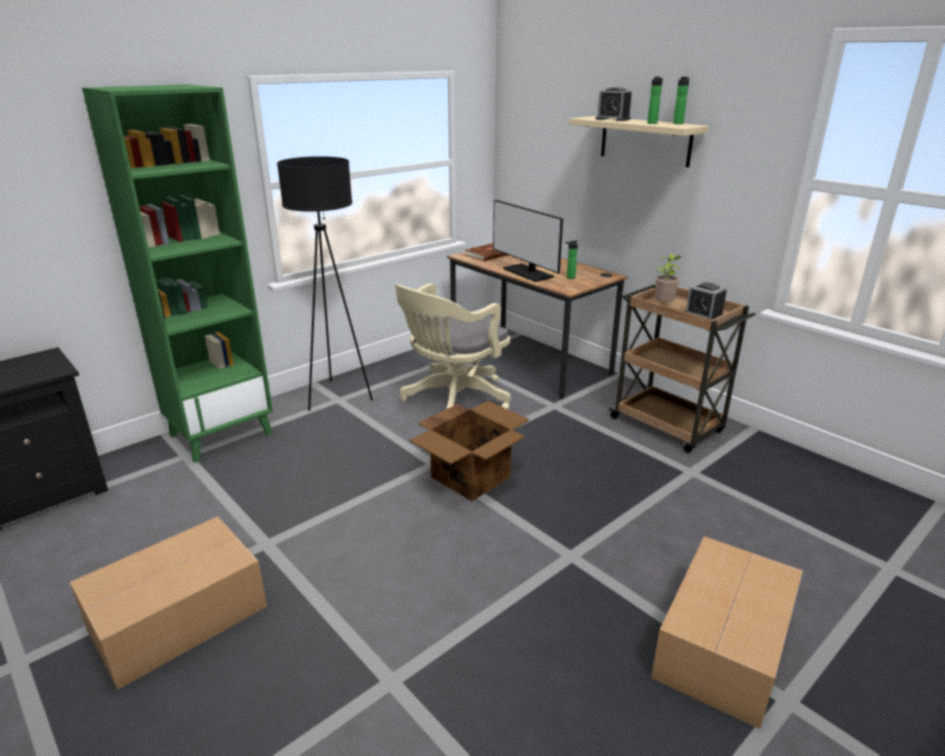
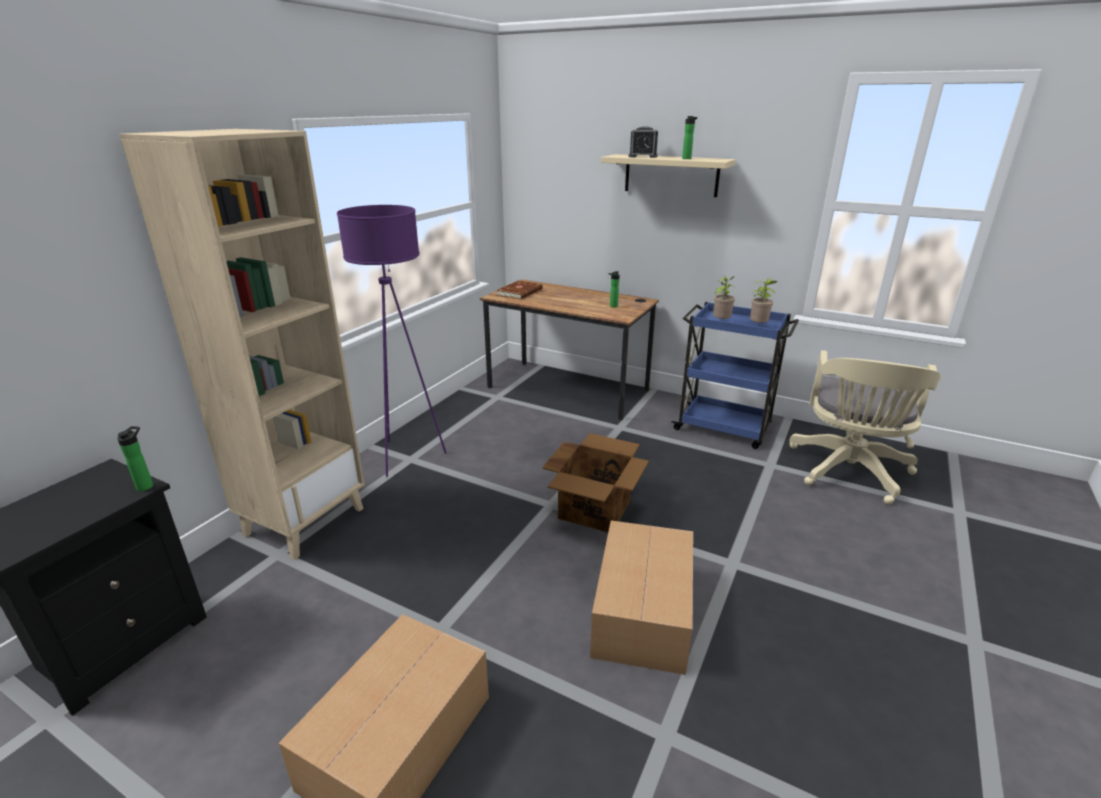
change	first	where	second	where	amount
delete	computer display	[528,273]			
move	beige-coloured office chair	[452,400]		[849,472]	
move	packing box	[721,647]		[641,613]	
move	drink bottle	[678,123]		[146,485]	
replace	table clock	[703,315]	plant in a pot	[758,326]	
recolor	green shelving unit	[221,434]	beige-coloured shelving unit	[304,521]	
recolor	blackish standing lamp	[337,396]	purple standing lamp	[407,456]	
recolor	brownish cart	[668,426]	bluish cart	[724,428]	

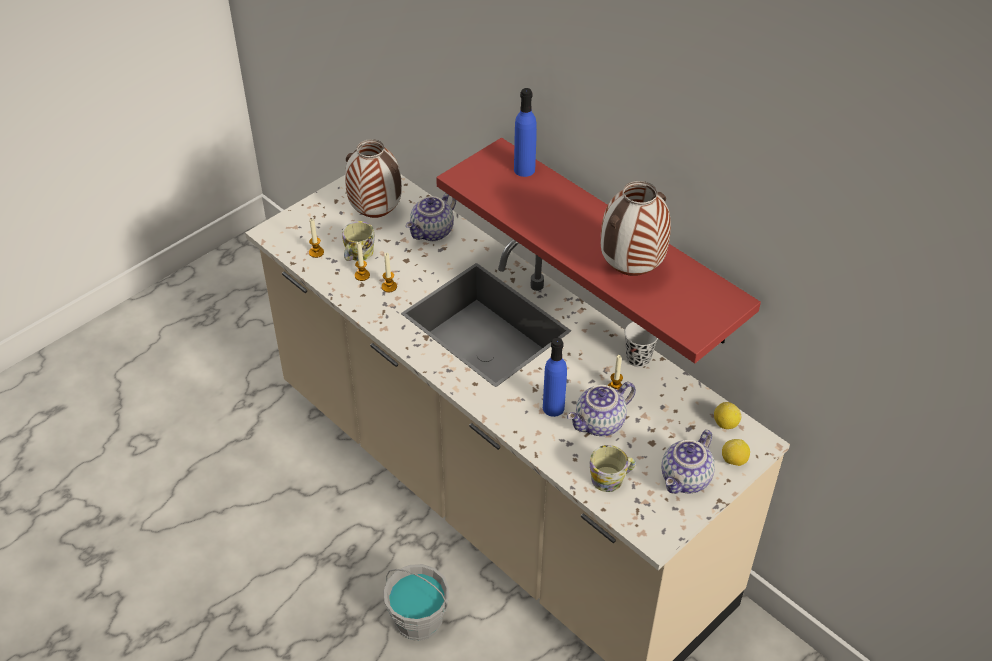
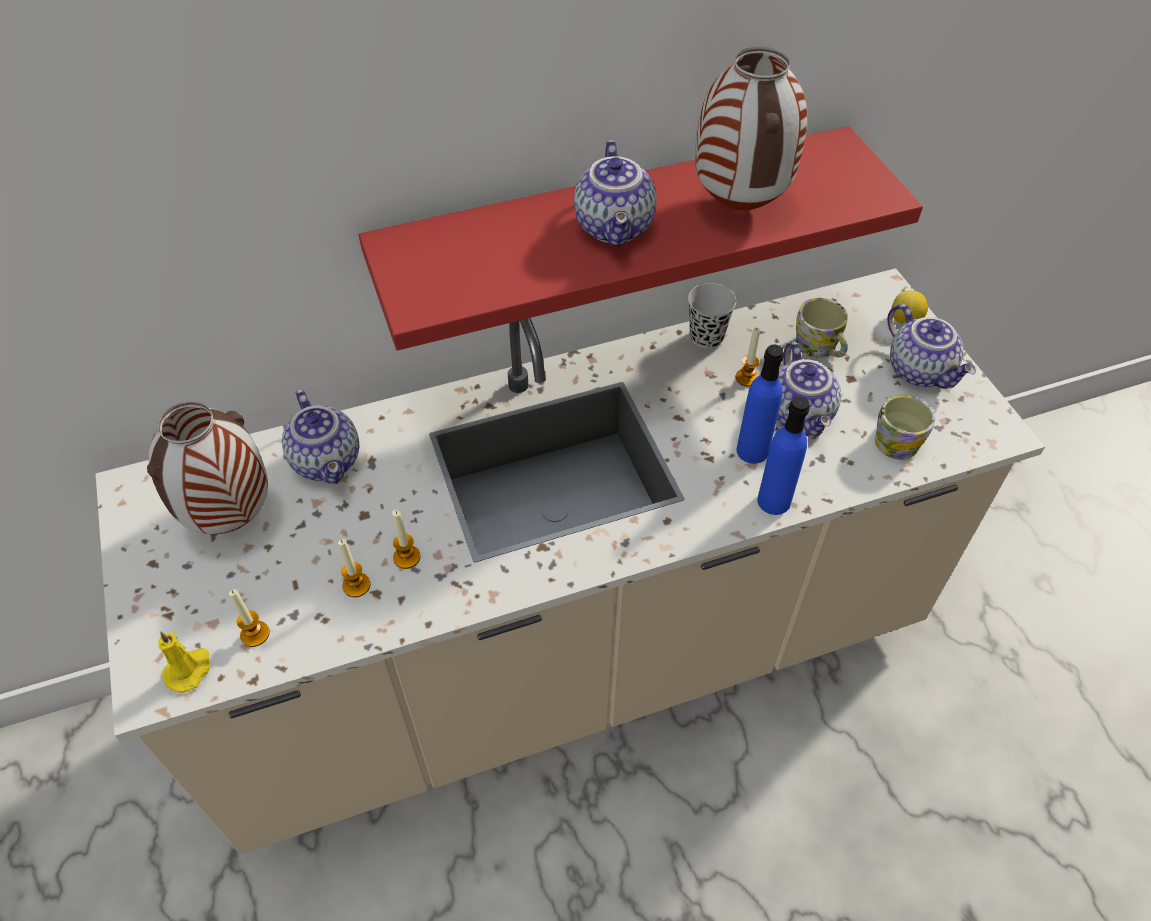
change	first	where	second	where	amount
delete	greyish water bucket	[418,620]			
delete	citrus fruit	[725,424]			
insert			yellowish wax light	[189,670]	
insert			tea pot	[616,227]	
move	tea mug	[357,254]		[819,348]	
move	bluish drink bottle	[524,169]		[774,501]	

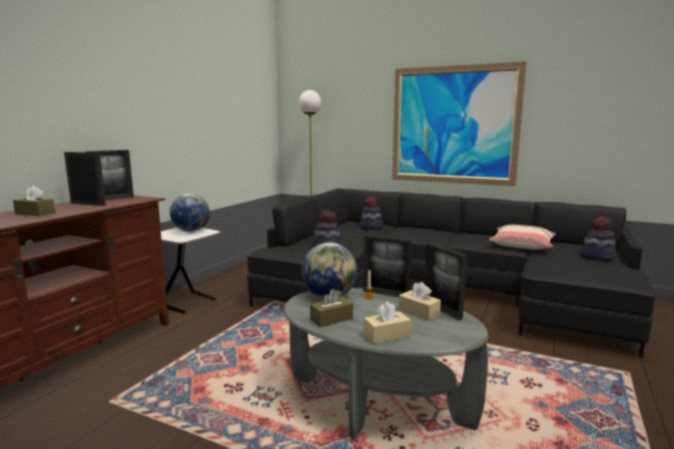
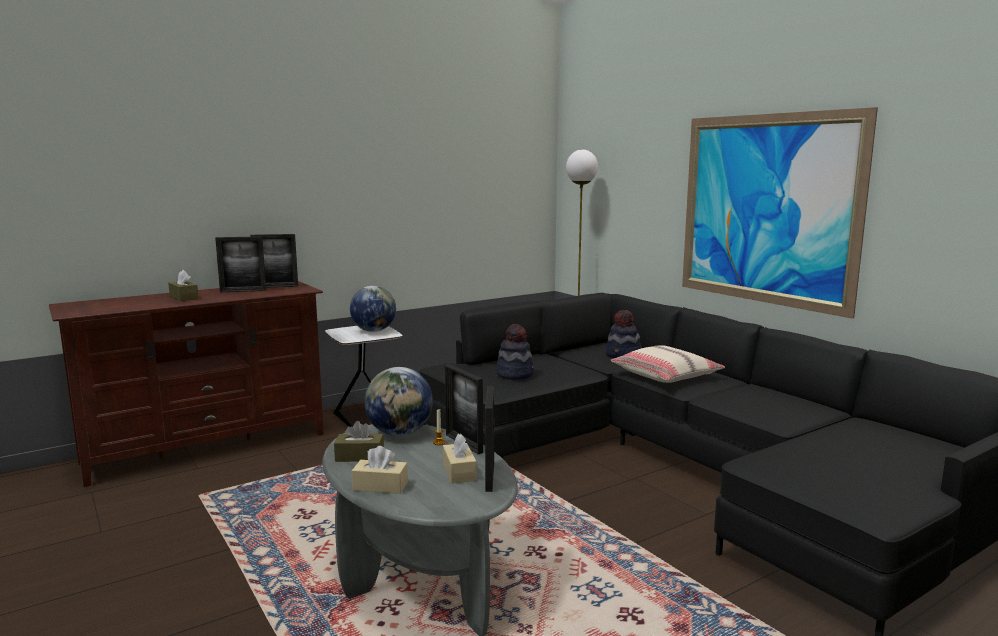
change	first	where	second	where	amount
delete	hat	[596,257]			
move	beige-coloured throw pillow	[522,245]		[666,375]	
rotate	picture frame	[88,204]		[243,291]	120 degrees clockwise

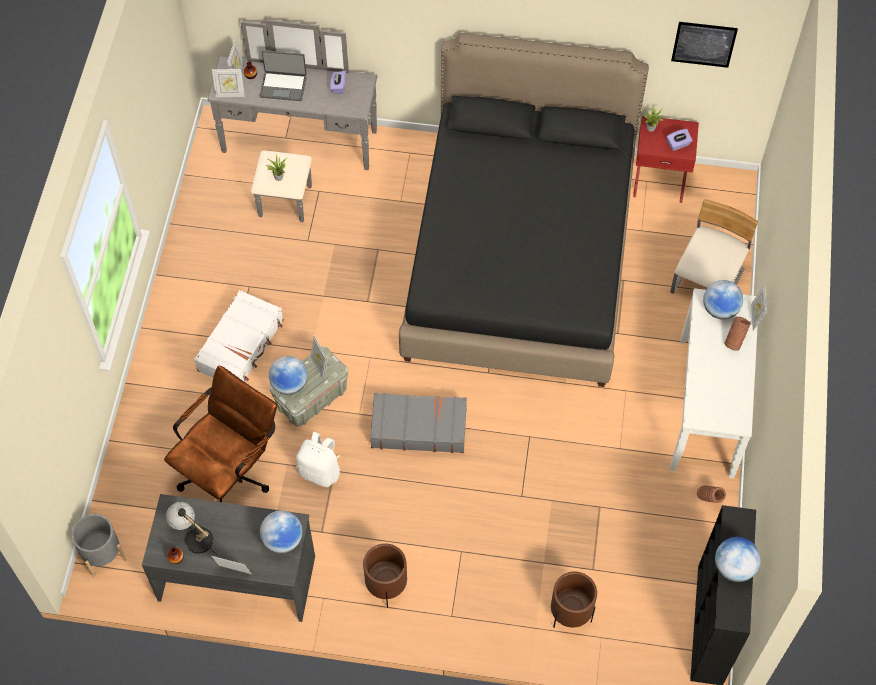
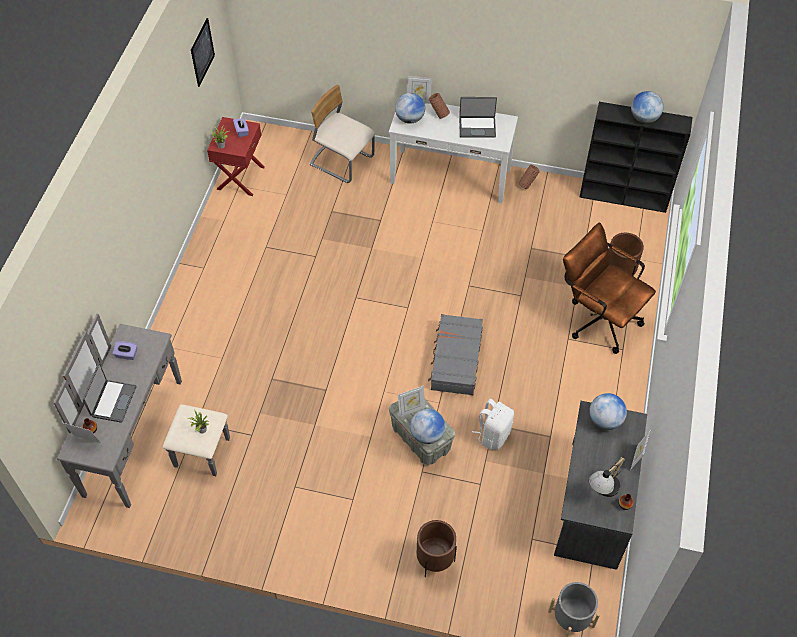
change	first	where	second	where	amount
delete	white piece of luggage	[241,345]			
delete	picture frame	[230,94]			
delete	blackish bedroom bed	[520,257]			
insert			laptop	[477,127]	
move	brownish office chair	[231,471]		[598,318]	
move	brownish plant pot	[386,586]		[435,561]	

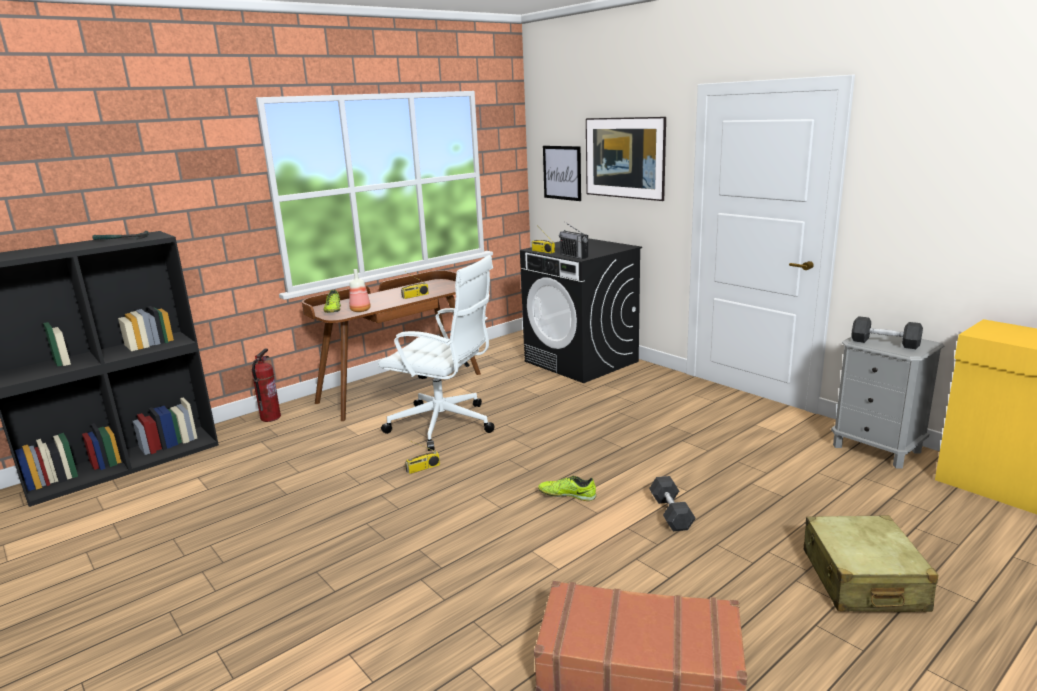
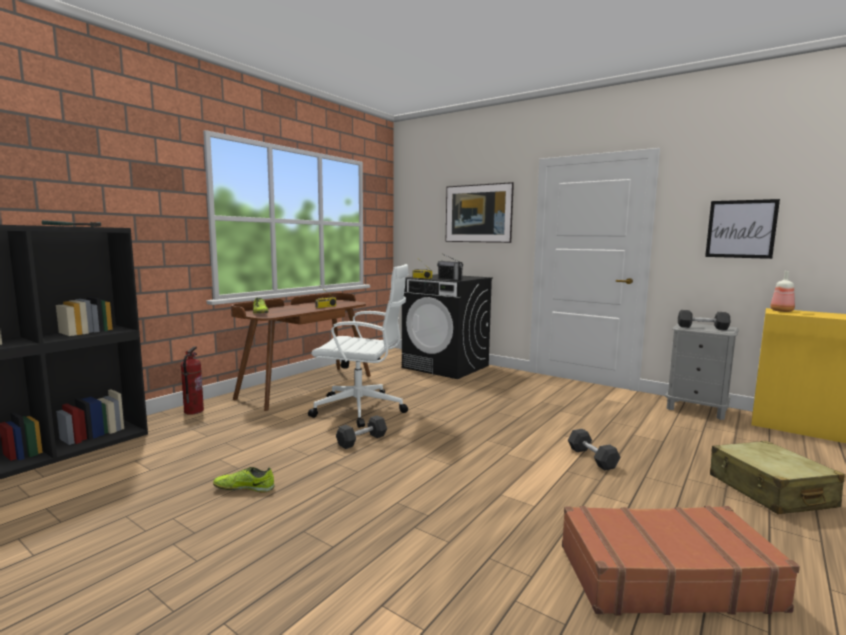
change	first	where	second	where	amount
move	drink bottle	[361,310]		[782,311]	
move	shoe	[567,495]		[244,488]	
move	picture	[562,172]		[741,229]	
replace	radio	[423,468]	greyish free weight	[362,440]	

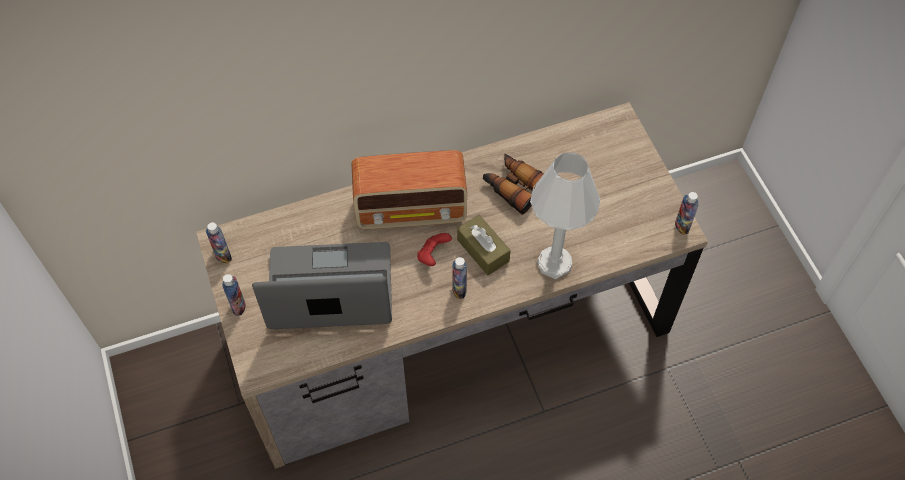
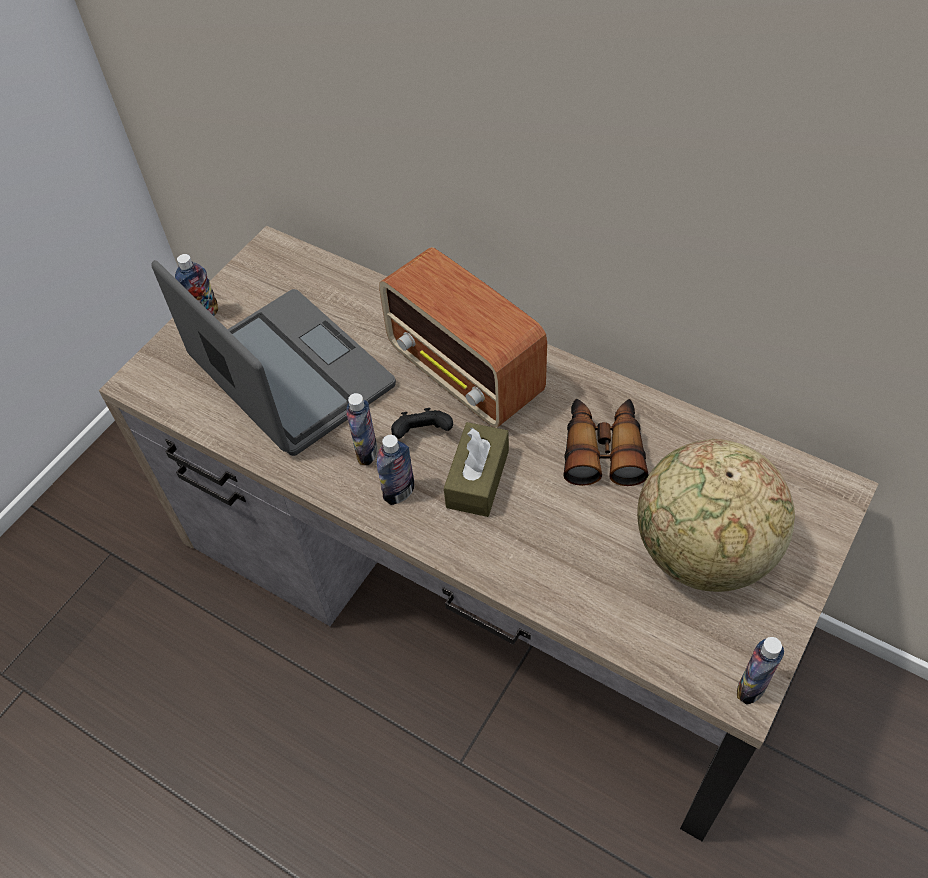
change	first	where	second	where	amount
delete	white table lamp	[554,263]			
insert			globe	[702,553]	
move	drink bottle	[223,255]		[367,452]	
recolor	red-coloured gamepad	[433,255]	blackish gamepad	[423,434]	

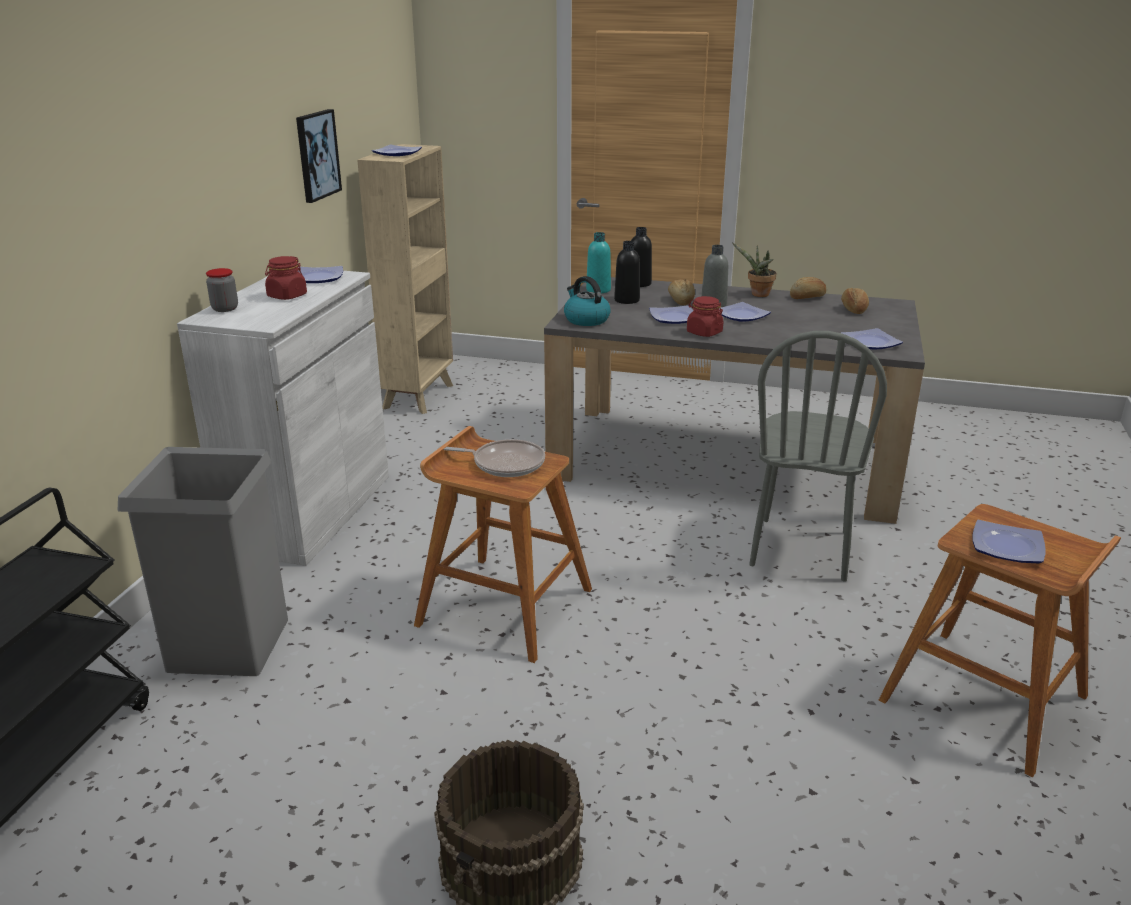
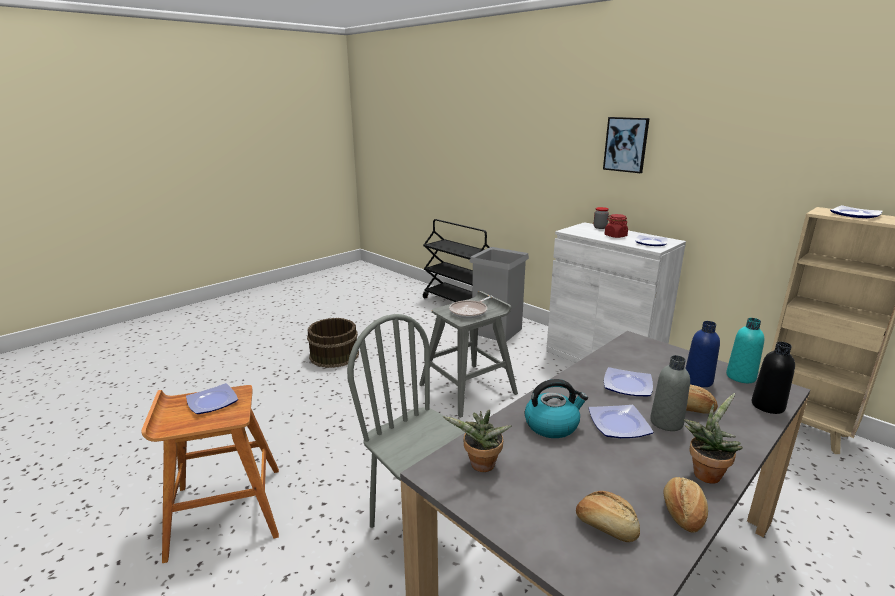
change	first	where	second	where	amount
delete	red-coloured jar	[704,332]			
move	picture	[317,155]		[626,144]	
move	kettle	[586,320]		[552,425]	
replace	dinner plate	[869,342]	plant in a pot	[480,466]	
recolor	brownish stool seat	[503,606]	greyish stool seat	[468,389]	
recolor	blackish drink bottle	[627,300]	bluish drink bottle	[698,380]	

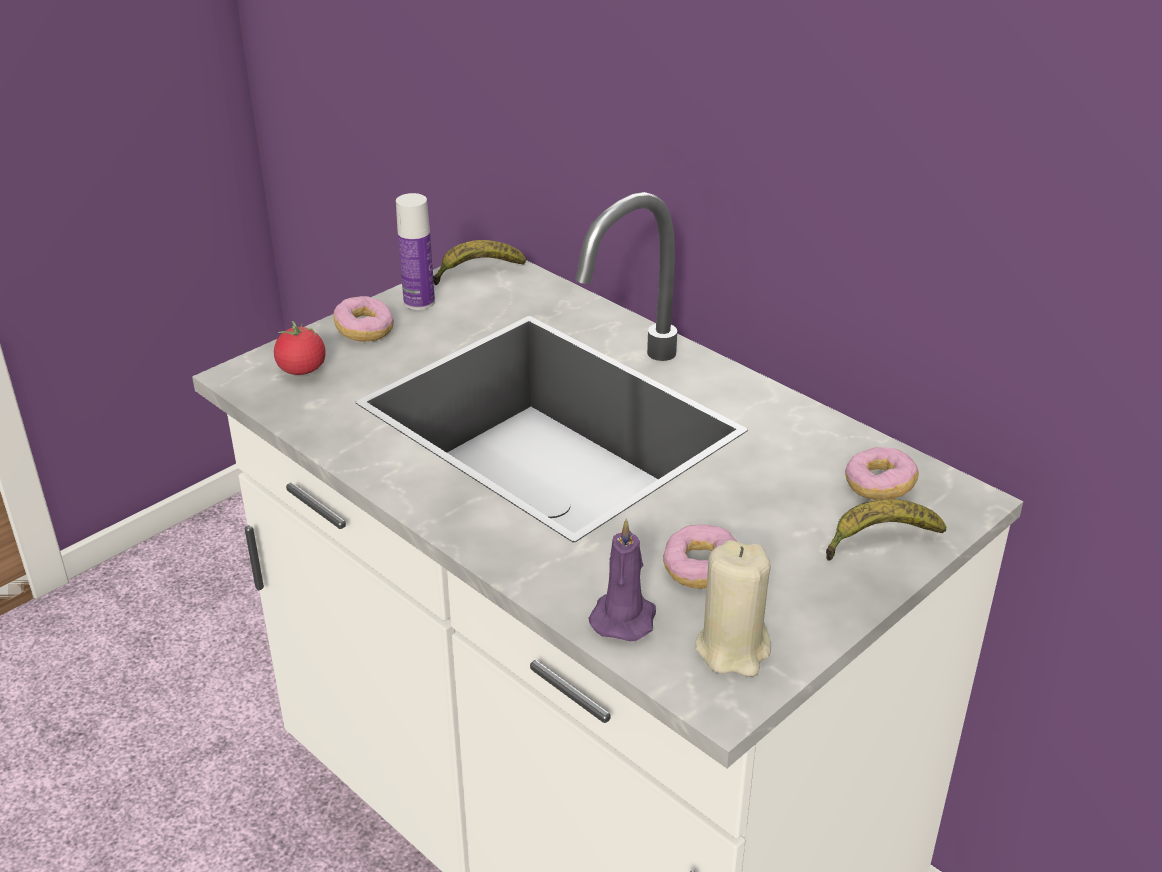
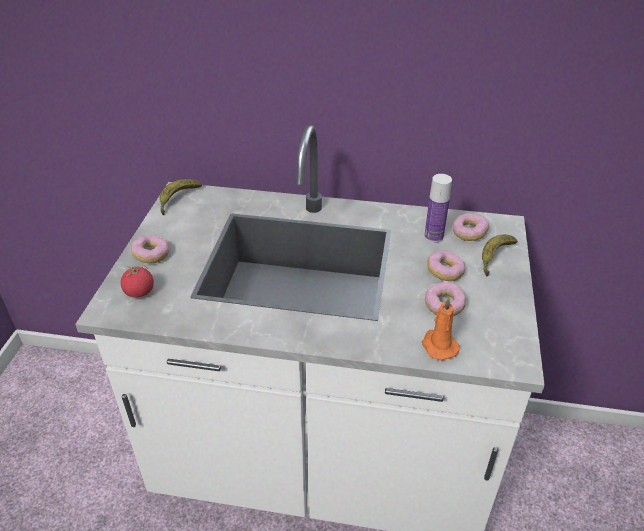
change	first	where	second	where	amount
delete	beige-coloured wax light	[733,649]			
insert			ring doughnut	[445,272]	
move	drink bottle	[419,302]		[433,236]	
recolor	purple wax light	[624,616]	orangey wax light	[438,345]	

